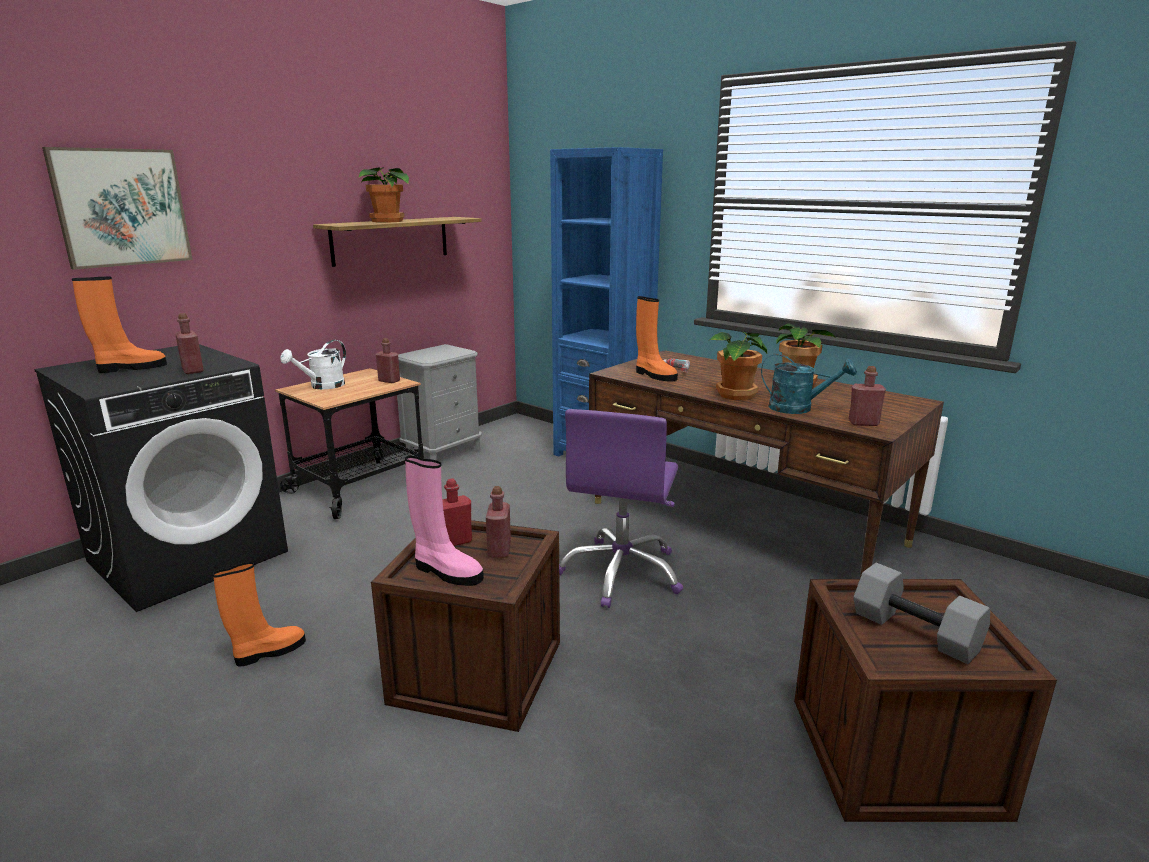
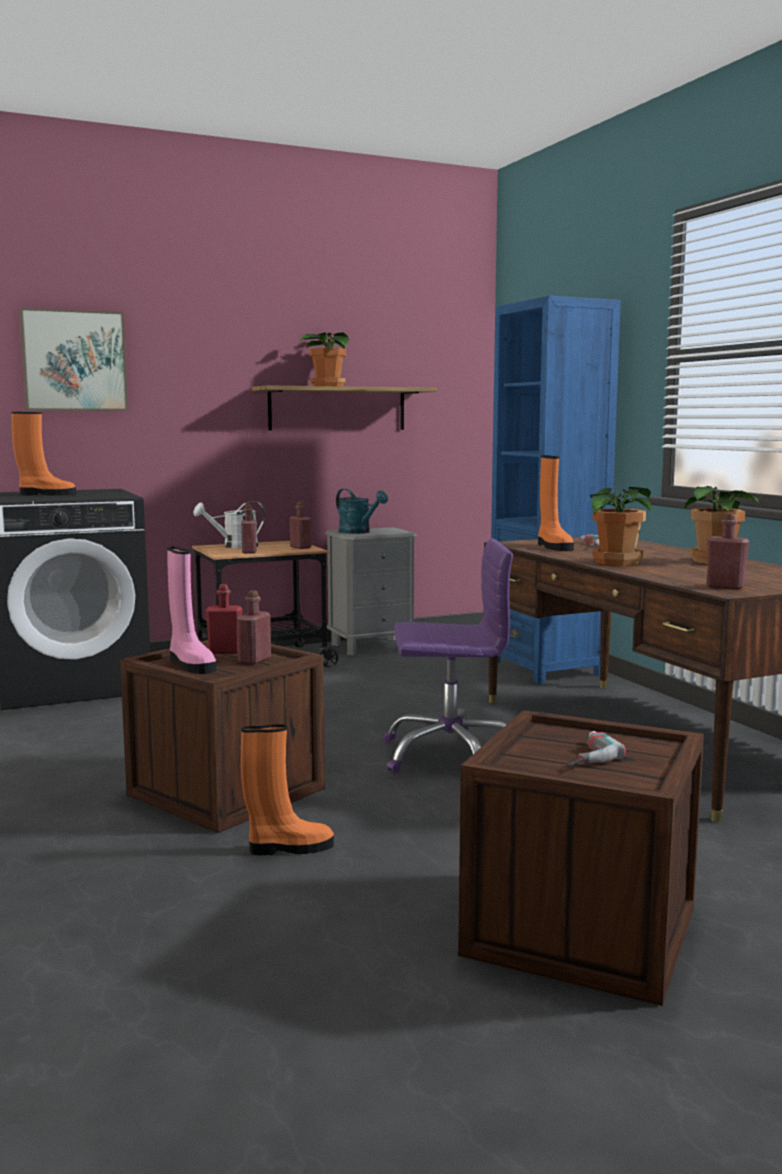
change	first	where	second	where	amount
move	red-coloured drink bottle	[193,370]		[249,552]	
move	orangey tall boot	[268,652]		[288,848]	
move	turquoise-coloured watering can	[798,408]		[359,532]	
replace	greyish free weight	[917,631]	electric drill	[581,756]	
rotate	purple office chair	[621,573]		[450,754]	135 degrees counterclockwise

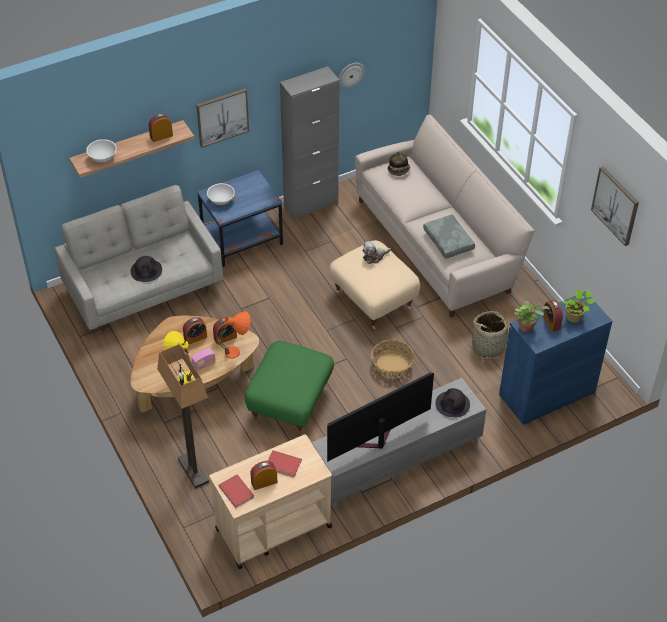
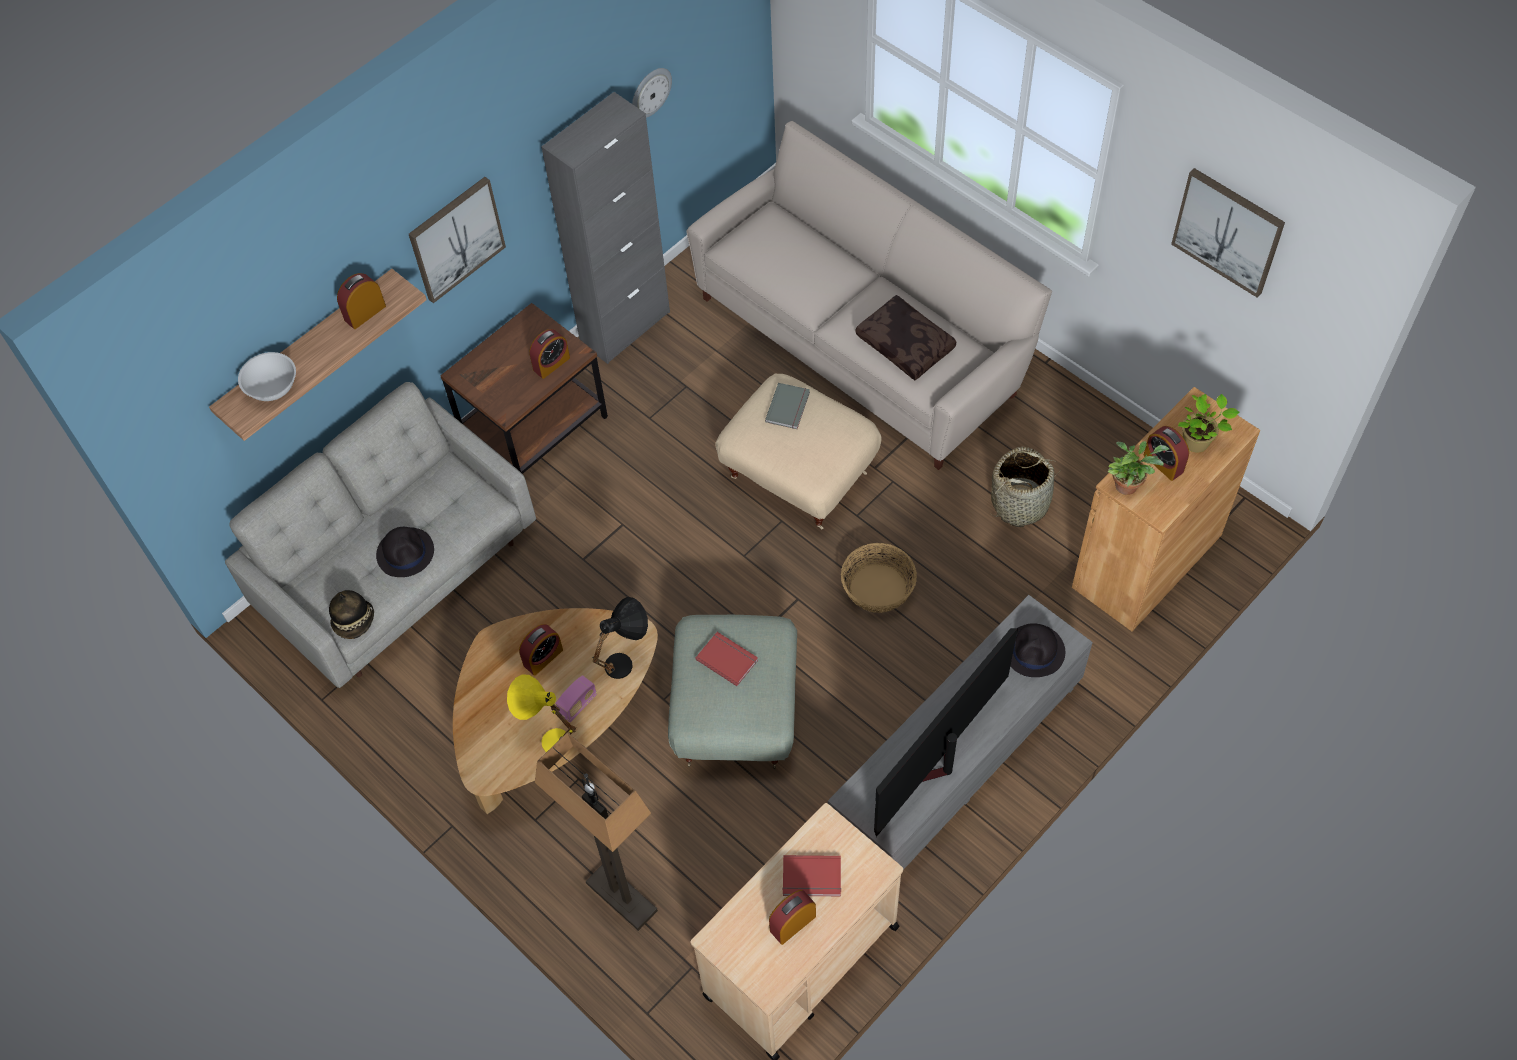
change	first	where	second	where	amount
delete	white deep dish	[221,200]			
move	table clock	[225,338]		[551,364]	
move	red-coloured bound book	[237,491]		[727,658]	
move	hat	[399,170]		[355,621]	
replace	soft toy	[374,256]	greyish bound book	[789,407]	
recolor	bluish side table	[242,239]	brownish side table	[534,428]	
recolor	orangey table lamp	[238,351]	blackish table lamp	[628,661]	
recolor	green pouffe	[291,403]	greyish pouffe	[737,712]	
recolor	greyish throw pillow	[449,241]	brownish throw pillow	[906,344]	
recolor	bluish cupboard	[547,393]	brownish cupboard	[1147,561]	

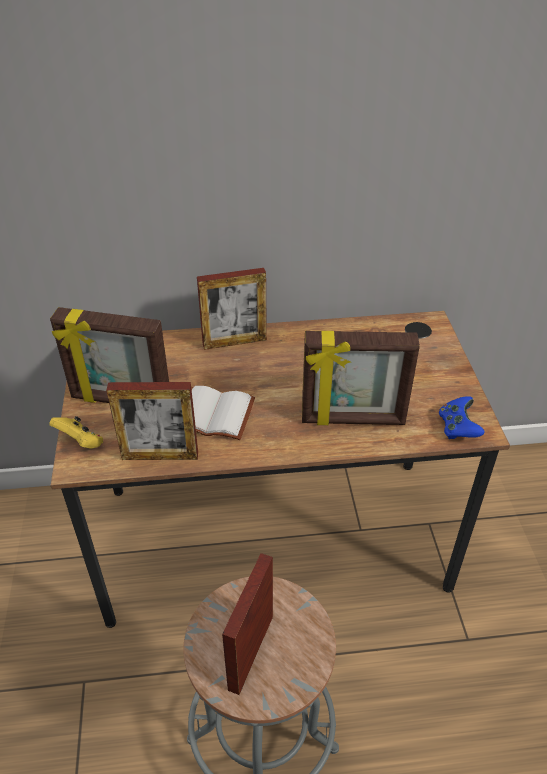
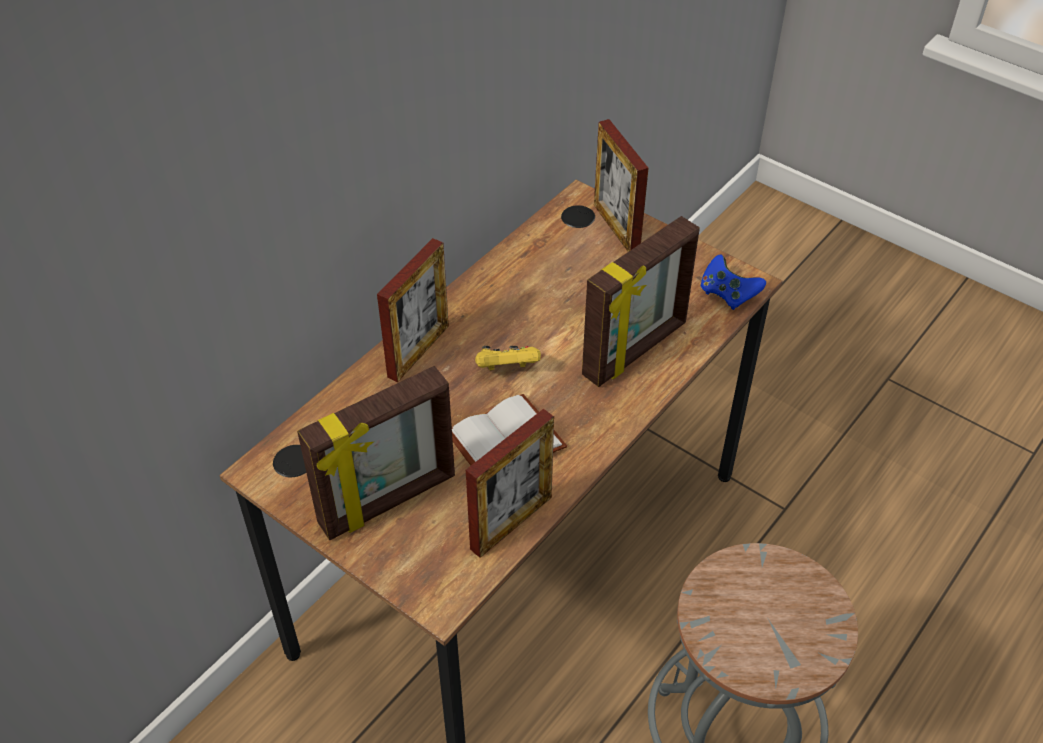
change	first	where	second	where	amount
move	yellowish gamepad	[81,443]		[507,369]	
move	picture frame	[251,652]		[616,227]	

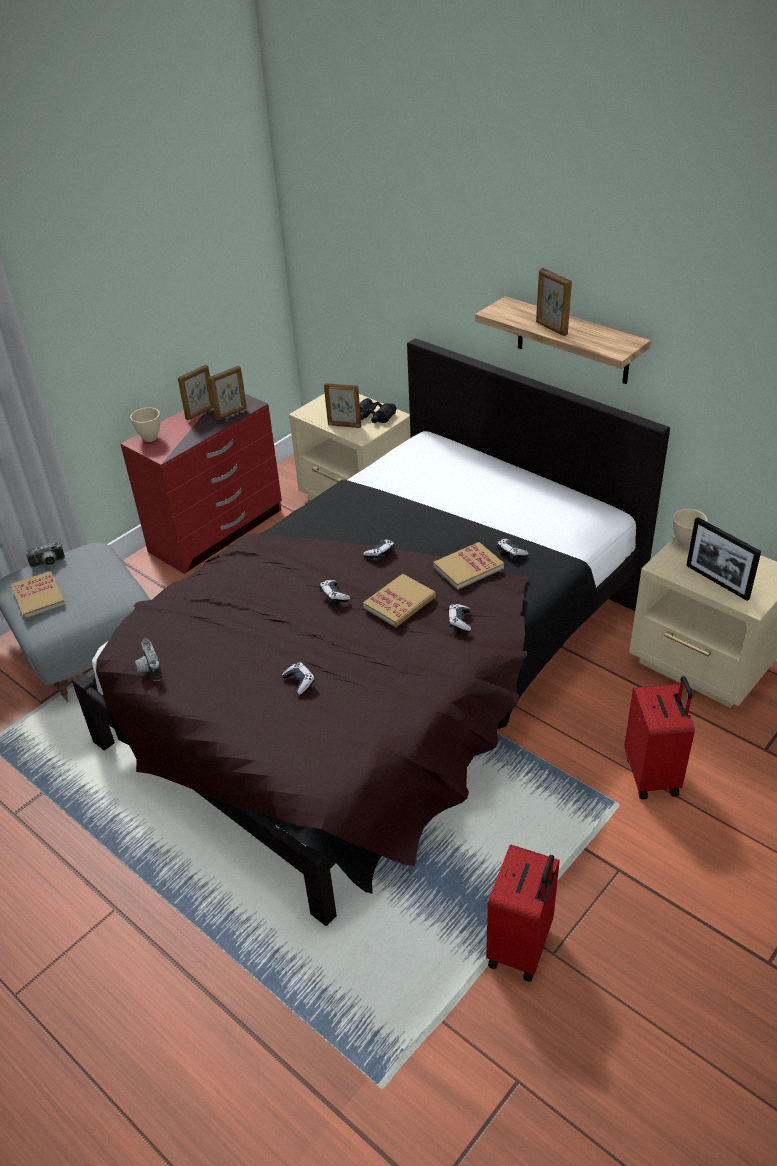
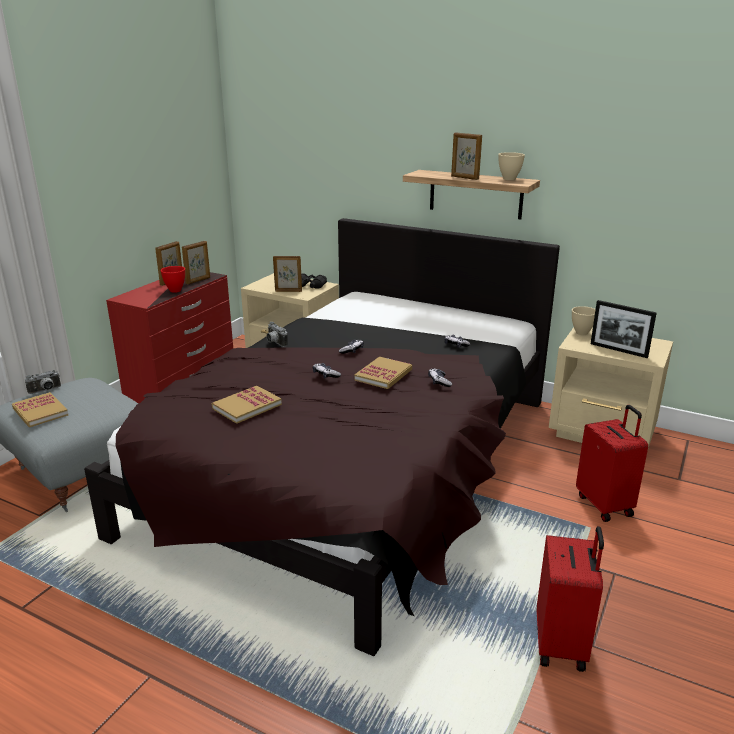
change	first	where	second	where	amount
delete	gamepad	[299,682]			
insert			red-coloured deep dish	[175,290]	
move	beige-coloured deep dish	[149,438]		[509,179]	
move	photo camera	[148,669]		[274,343]	
move	bound book	[468,568]		[247,406]	

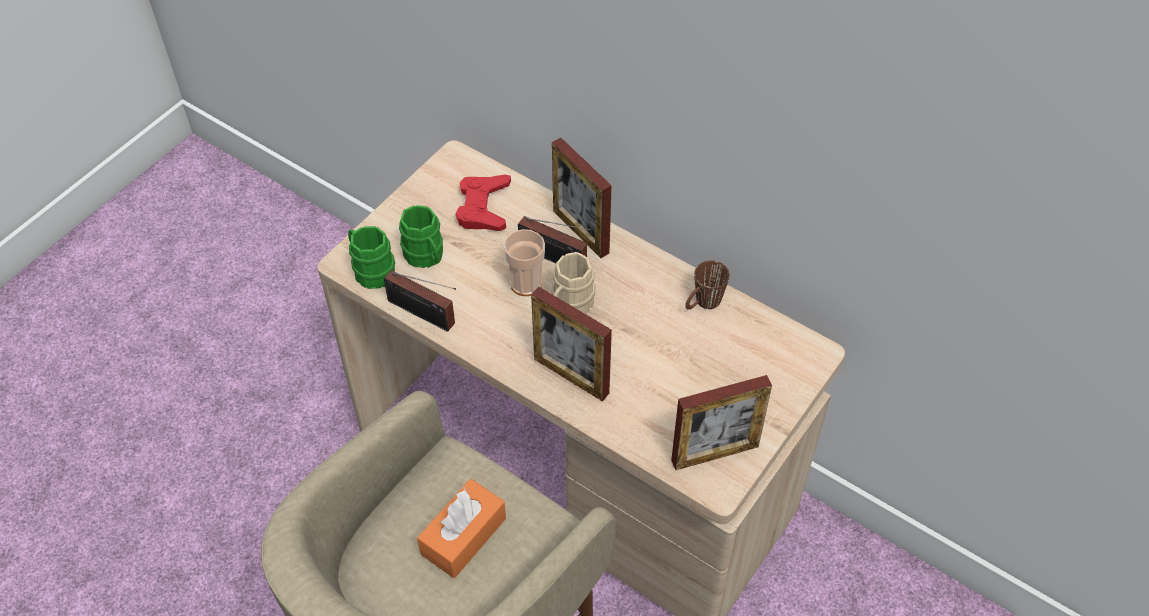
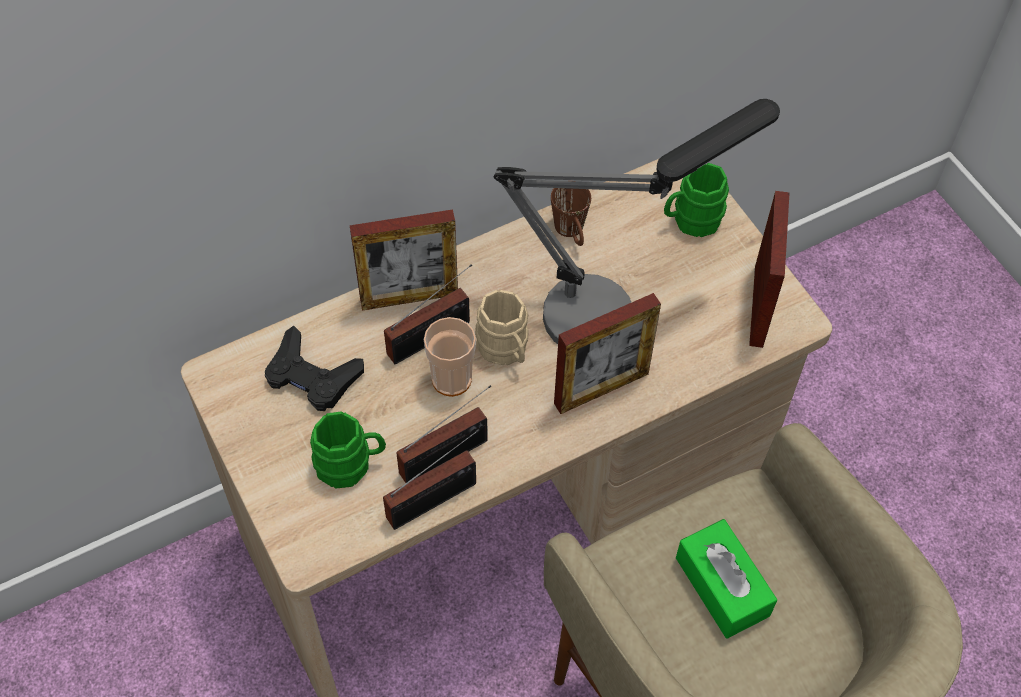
change	first	where	second	where	amount
insert			radio	[449,455]	
insert			table lamp	[613,306]	
move	green tea mug	[371,270]		[691,220]	
recolor	orangey tissue holder	[463,536]	green tissue holder	[722,586]	
recolor	red-coloured gamepad	[483,207]	blackish gamepad	[312,376]	

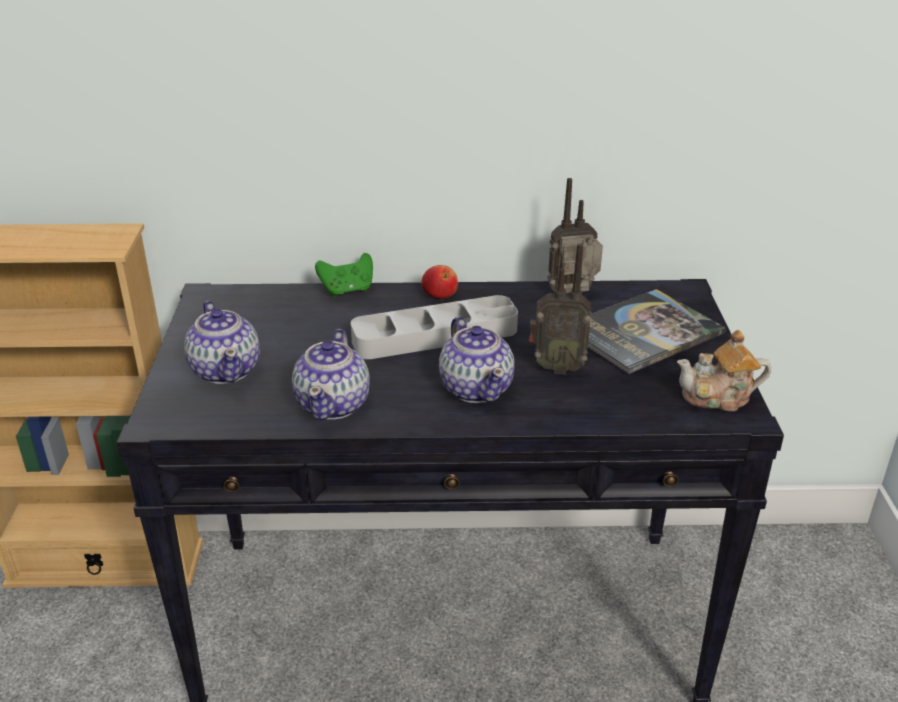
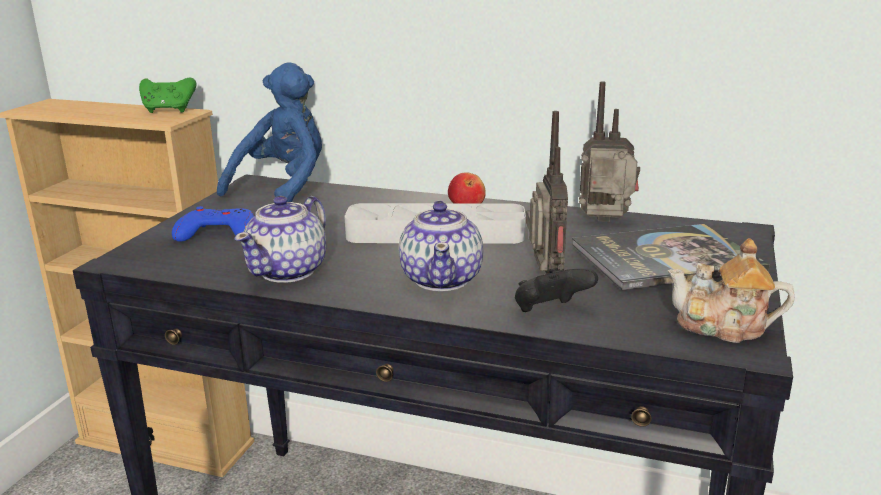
change	first	where	second	where	amount
insert			bluish soft toy	[284,188]	
insert			blackish gamepad	[550,312]	
move	green gamepad	[347,290]		[169,111]	
replace	tea pot	[226,370]	bluish gamepad	[218,233]	
rotate	radio	[556,367]		[544,274]	120 degrees counterclockwise

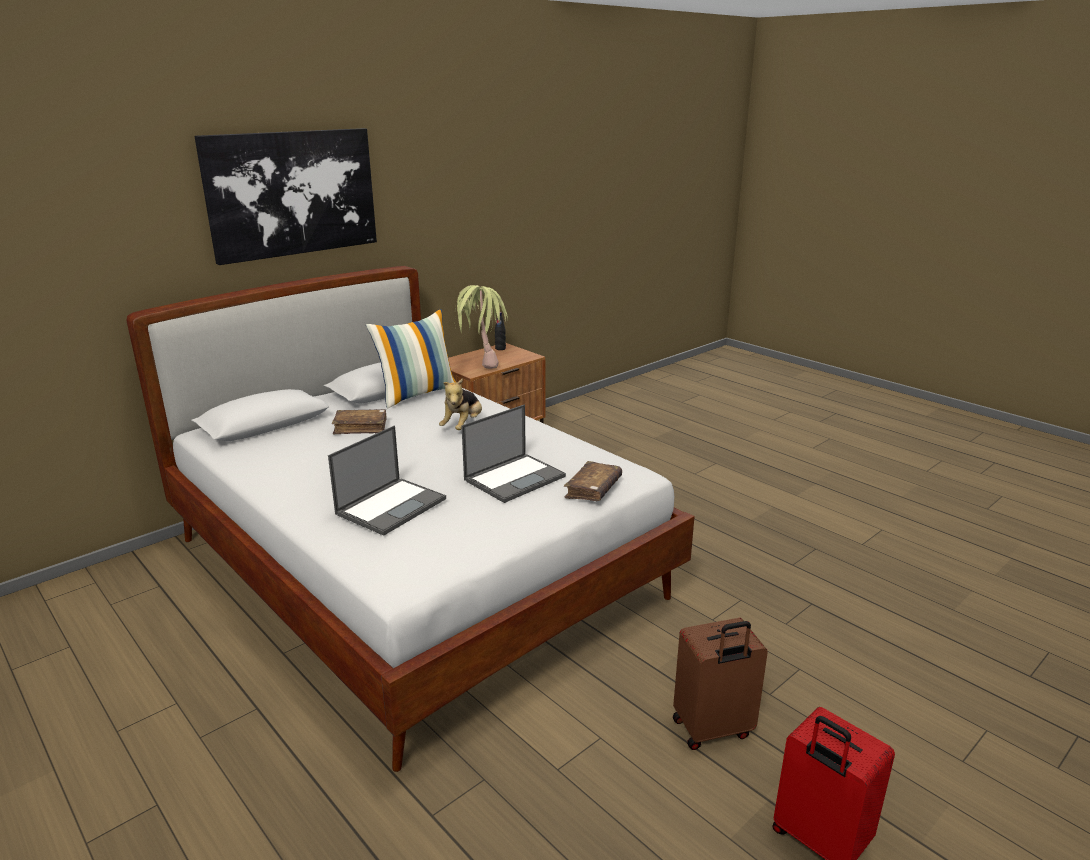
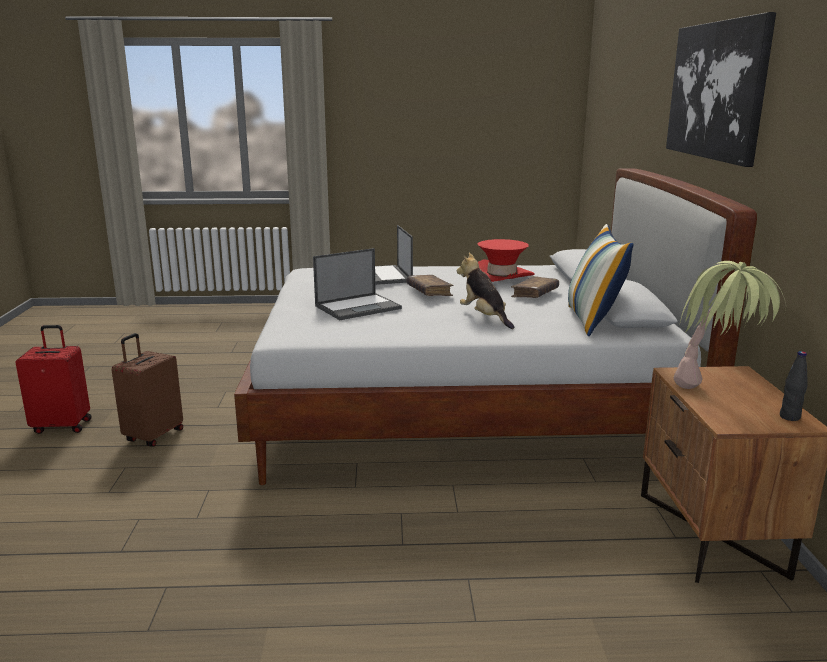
change	first	where	second	where	amount
insert			red-coloured hat	[501,275]	
move	brownish bound book	[593,489]		[429,292]	
rotate	laptop	[515,477]		[358,307]	120 degrees counterclockwise

